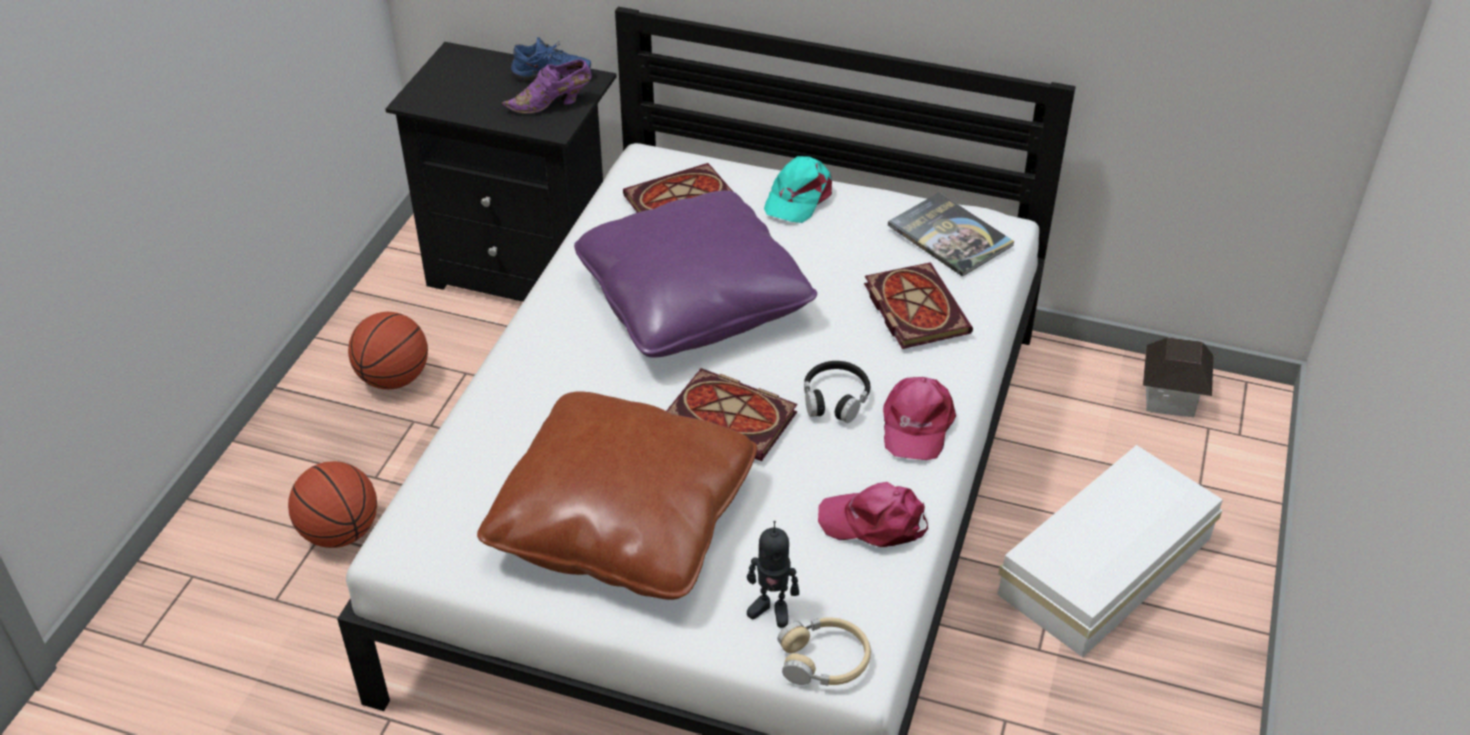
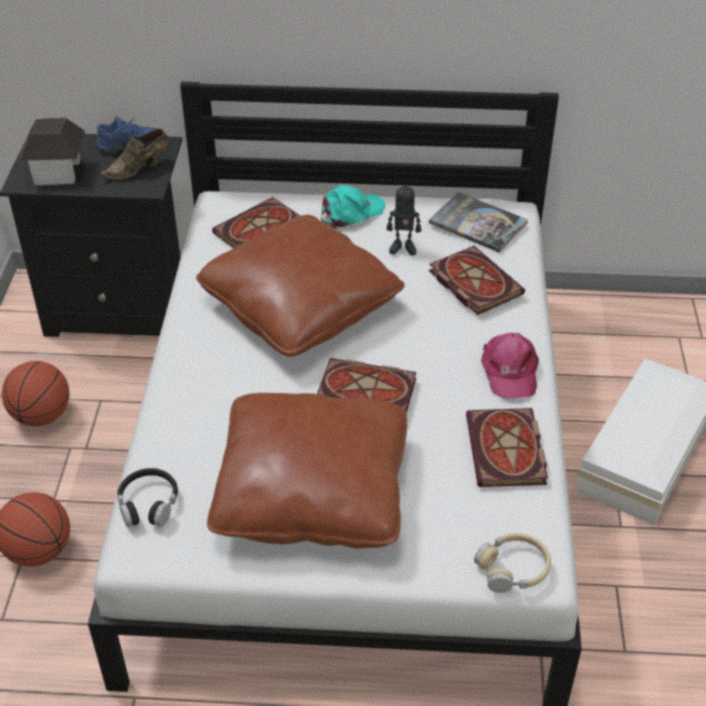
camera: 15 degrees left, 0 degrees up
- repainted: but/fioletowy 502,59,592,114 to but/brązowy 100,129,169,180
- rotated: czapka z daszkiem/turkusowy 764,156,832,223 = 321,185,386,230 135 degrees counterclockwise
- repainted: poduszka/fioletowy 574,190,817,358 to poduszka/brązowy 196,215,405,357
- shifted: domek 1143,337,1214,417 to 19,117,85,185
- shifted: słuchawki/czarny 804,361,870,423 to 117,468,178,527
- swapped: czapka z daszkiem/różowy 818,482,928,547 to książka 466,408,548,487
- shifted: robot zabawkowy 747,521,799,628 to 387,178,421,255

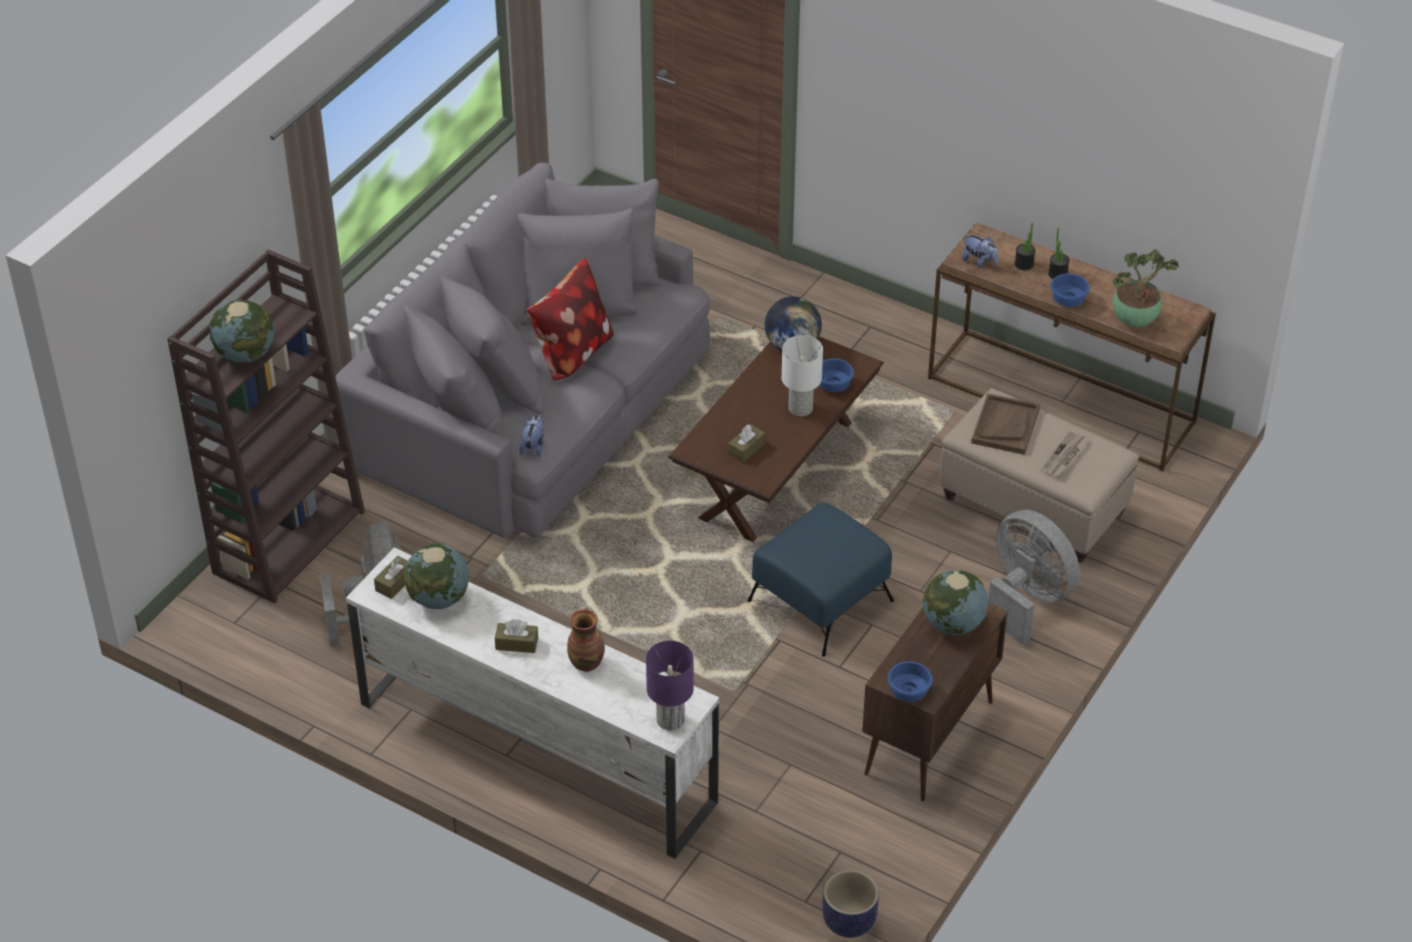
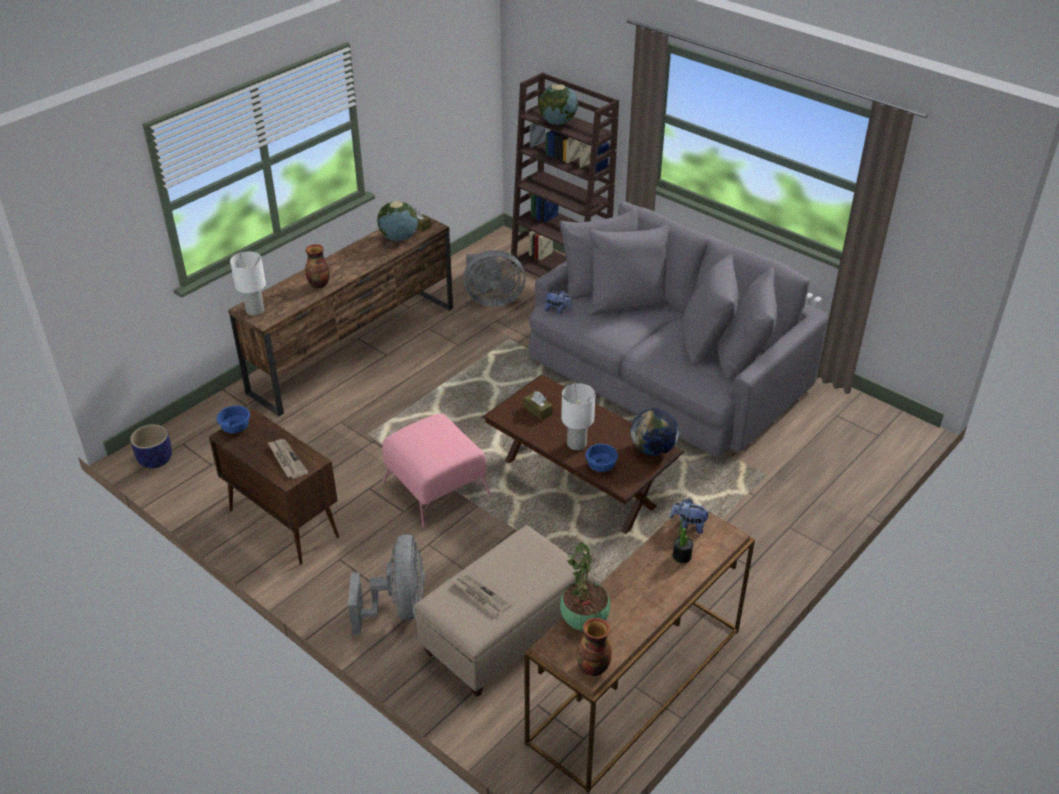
camera: 100 degrees right, 5 degrees down
- gone: roślina doniczkowa 1048,228,1069,279
- rotated: pluszak 962,234,998,268 = 670,499,711,534 60 degrees clockwise
- gone: poduszka 526,258,614,380
- gone: miska/niebieski 1050,273,1090,307
- gone: taca/brązowy 971,393,1040,455
- repainted: pufa/niebieski 747,503,894,657 to pufa/różowy 382,414,490,528
- rotated: wentylator/szary 988,510,1080,644 = 348,534,425,635 60 degrees counterclockwise
- repainted: szafka pod telewizor/biały 346,547,719,859 to szafka pod telewizor/brązowy 228,215,453,416
- swapped: globus 923,570,988,635 to gazeta 268,439,308,479
- gone: pudełko chusteczek/brązowy 495,619,538,653
- repainted: lampa stołowa/fioletowy 646,641,694,730 to lampa stołowa/biały 230,251,266,316
- new: wazon 576,618,612,676

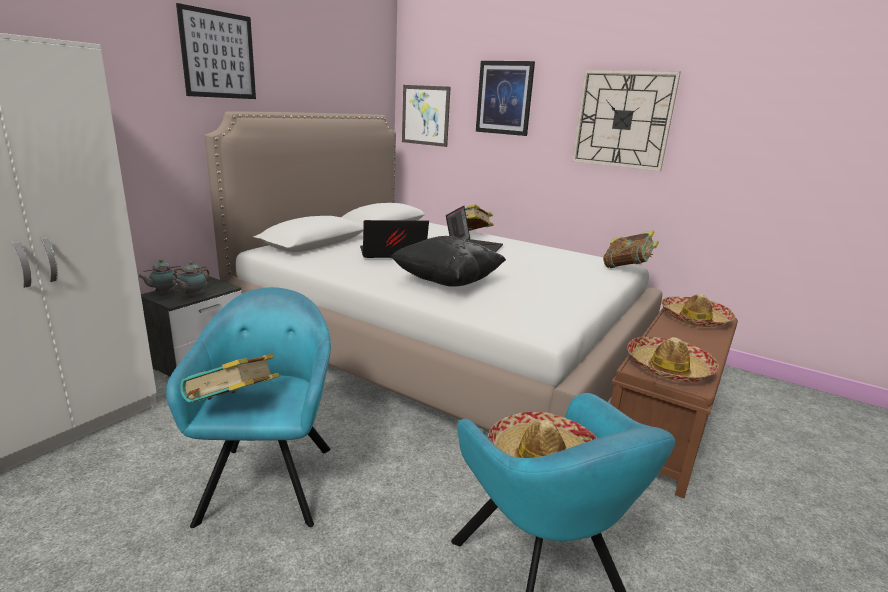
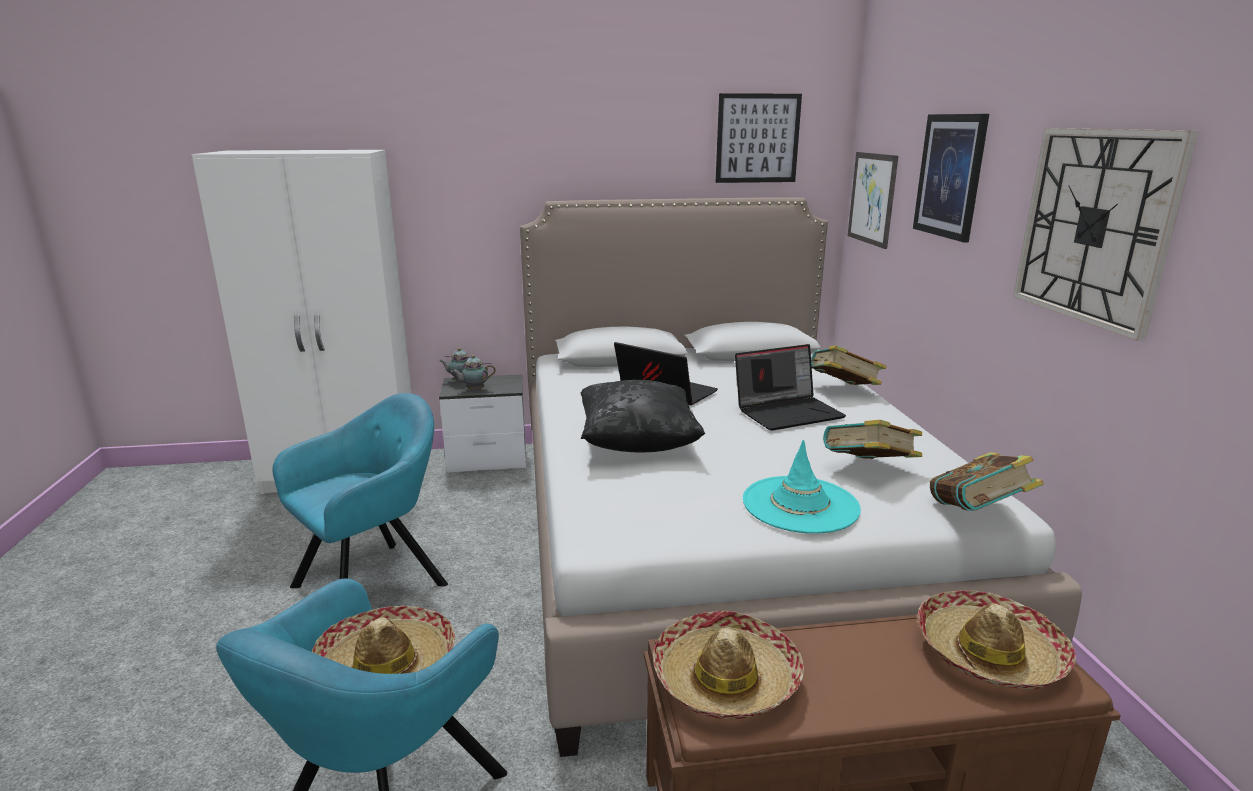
camera: 50 degrees right, 0 degrees up
- shifted: obraz 176,3,256,99 to 715,93,802,183
- shifted: książka 180,354,279,403 to 823,420,922,459
- new: kapelusz/turkusowy 743,440,861,534

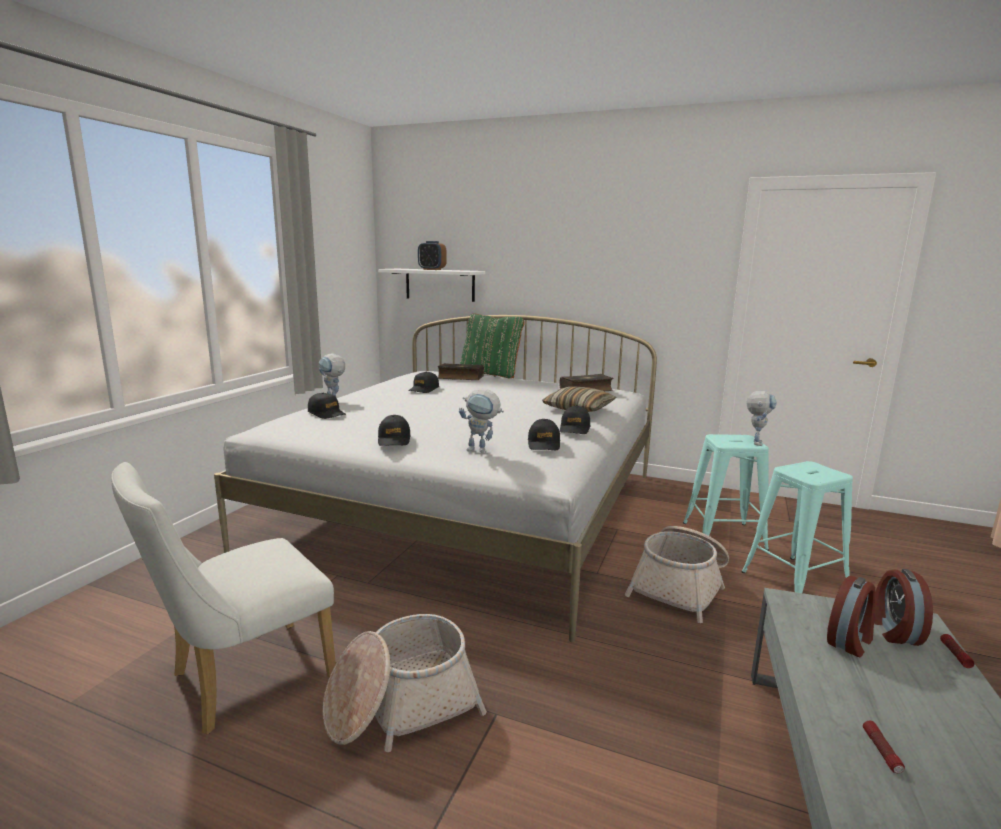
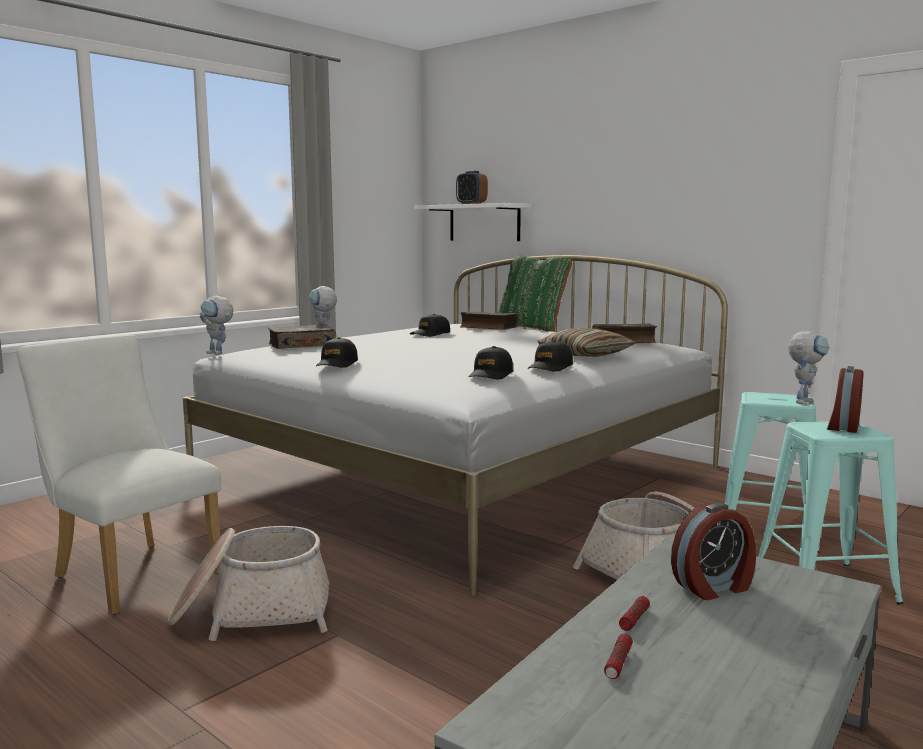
camera: 20 degrees right, 5 degrees down
- shifted: robot zabawkowy 459,389,504,453 to 200,296,233,355
- swapped: czapka z daszkiem/czarny 308,393,346,419 to książka 268,324,336,349
- rotated: krzesło/biały 111,462,336,735 = 17,335,221,615 60 degrees clockwise
- shifted: budzik 874,569,933,646 to 827,366,863,433
- shifted: latarka 940,634,975,668 to 619,596,650,631

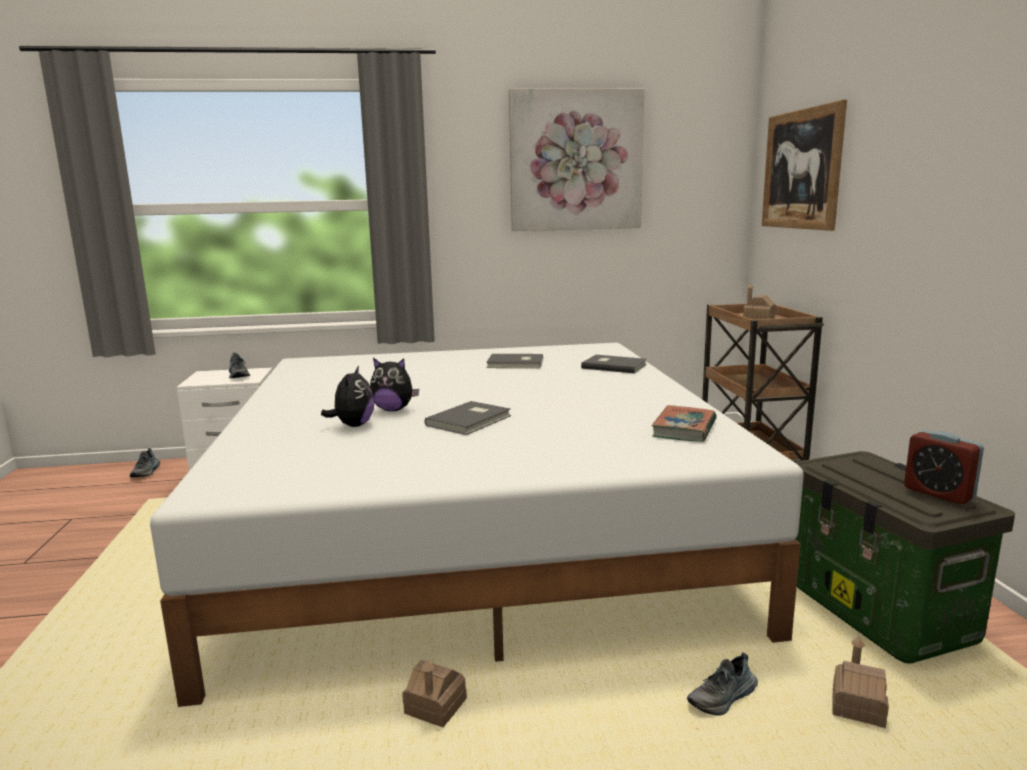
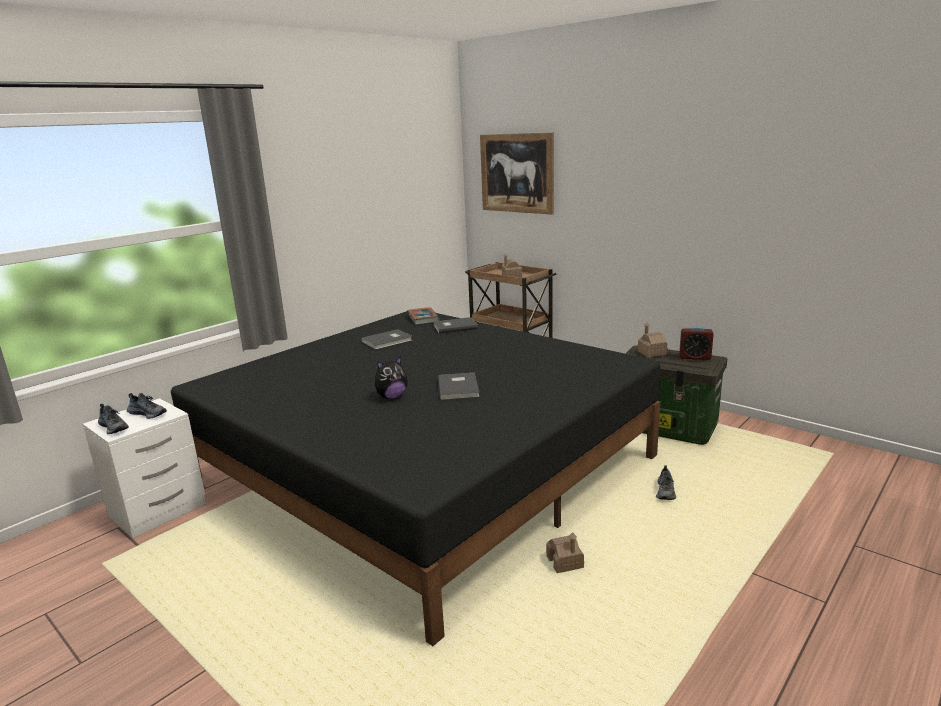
camera: 40 degrees left, 5 degrees up
- gone: obraz 509,88,644,231
- repainted: łóżko/biały 150,343,804,707 to łóżko/czarny 171,311,661,646
- gone: pluszak 321,366,375,427
- shifted: książka 652,405,717,442 to 407,307,440,325
- shifted: but 129,448,160,477 to 98,404,129,434
- shifted: domek 832,637,889,728 to 637,322,667,358

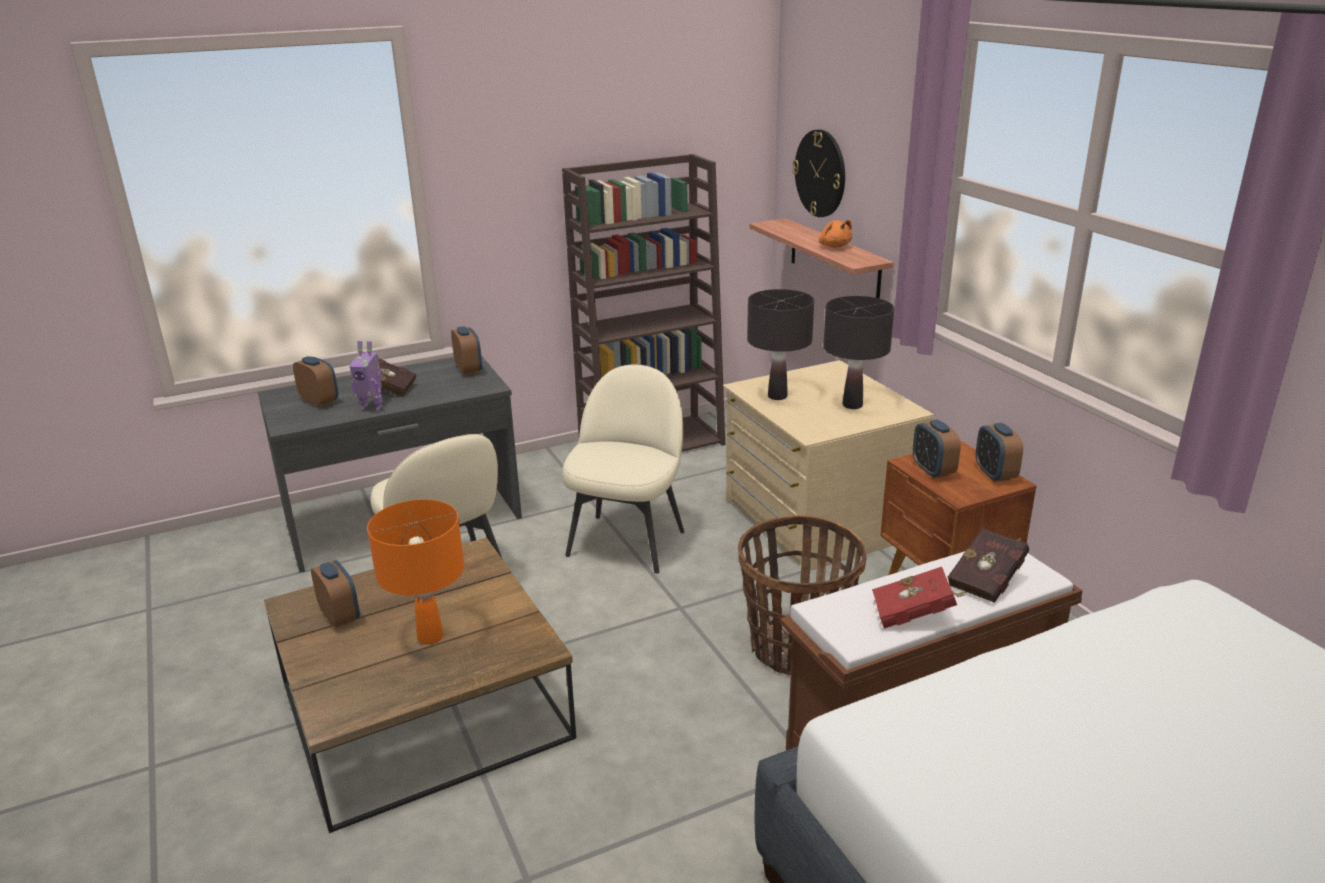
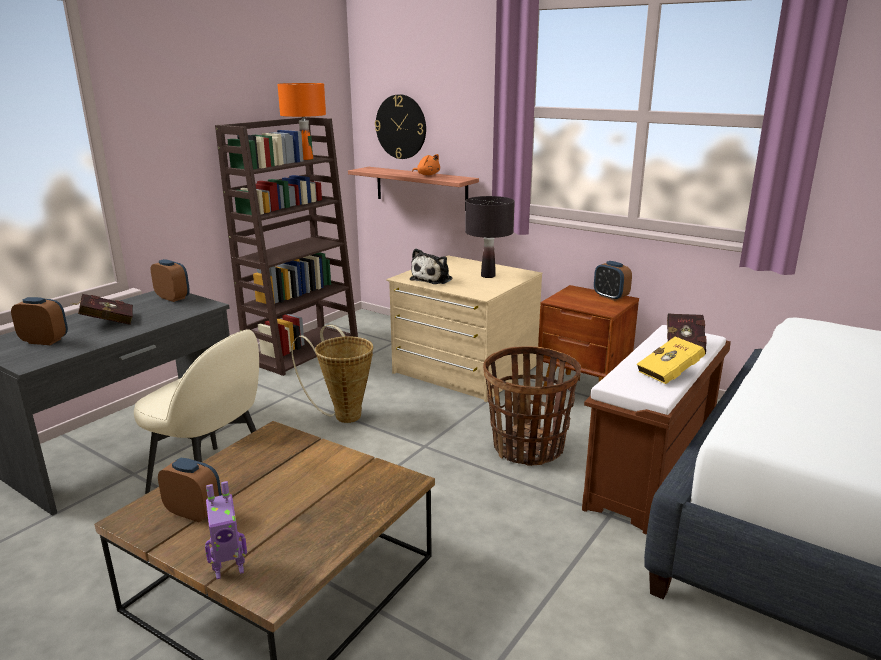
camera: 30 degrees left, 5 degrees down
- swapped: lampa stołowa/czarny 747,289,814,400 to pluszak 410,248,453,284
- shifted: robot zabawkowy 350,341,383,411 to 205,481,247,579
- swapped: krzesło/beżowy 562,364,685,574 to koszyk 291,325,373,423
- gone: budzik 913,419,961,478
- shifted: lampa stołowa/pomarańczowy 367,499,464,645 to 277,83,326,160
- repainted: książka/czerwony 872,567,967,628 to książka/żółty 637,336,705,384

